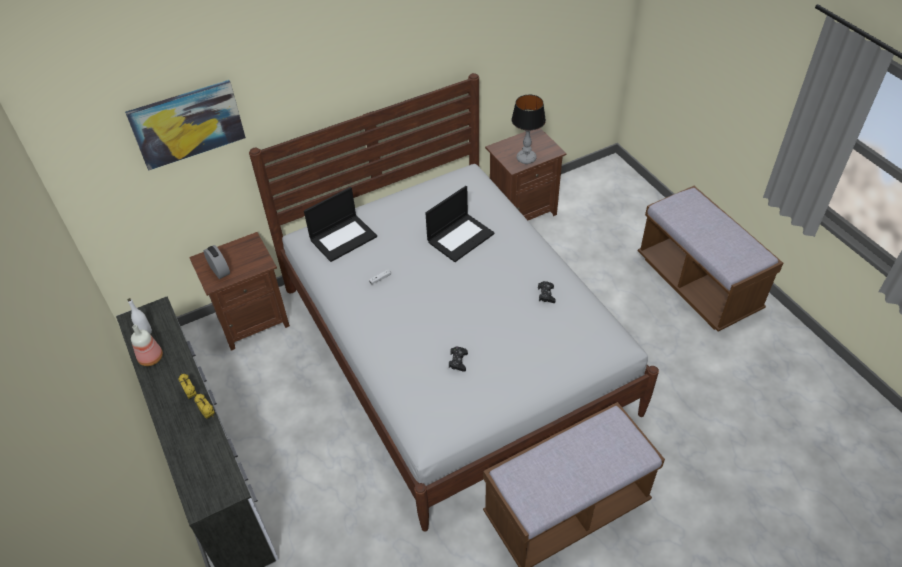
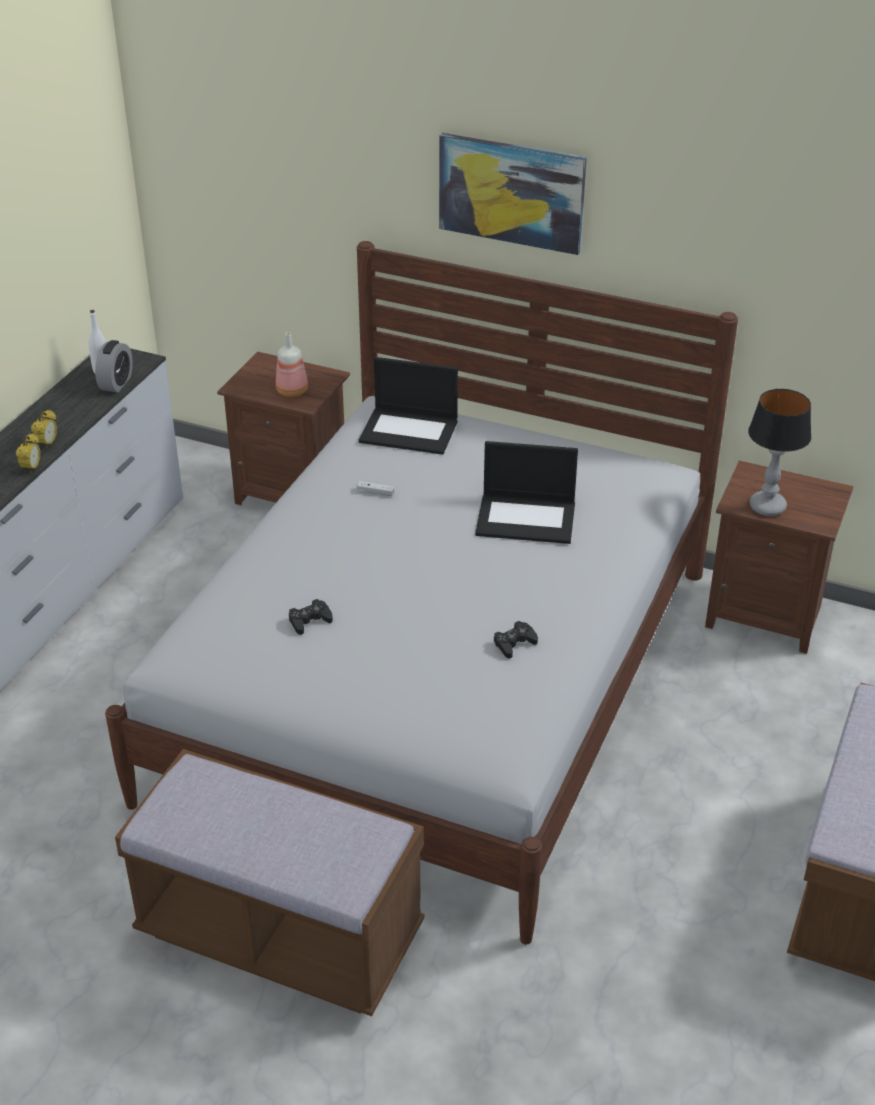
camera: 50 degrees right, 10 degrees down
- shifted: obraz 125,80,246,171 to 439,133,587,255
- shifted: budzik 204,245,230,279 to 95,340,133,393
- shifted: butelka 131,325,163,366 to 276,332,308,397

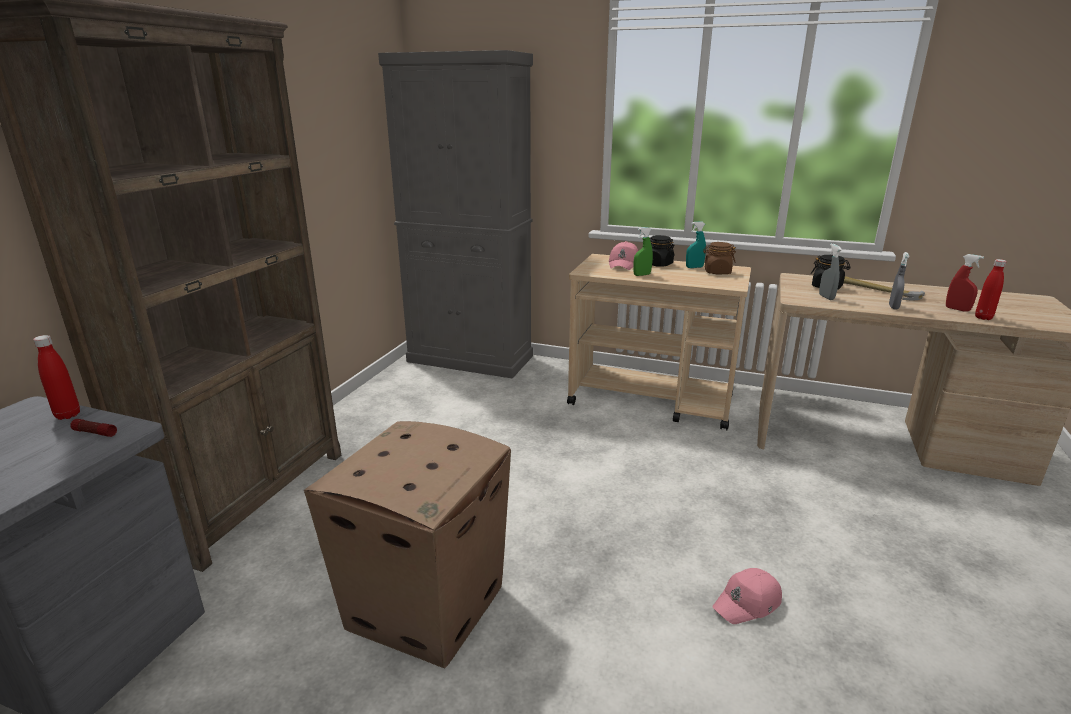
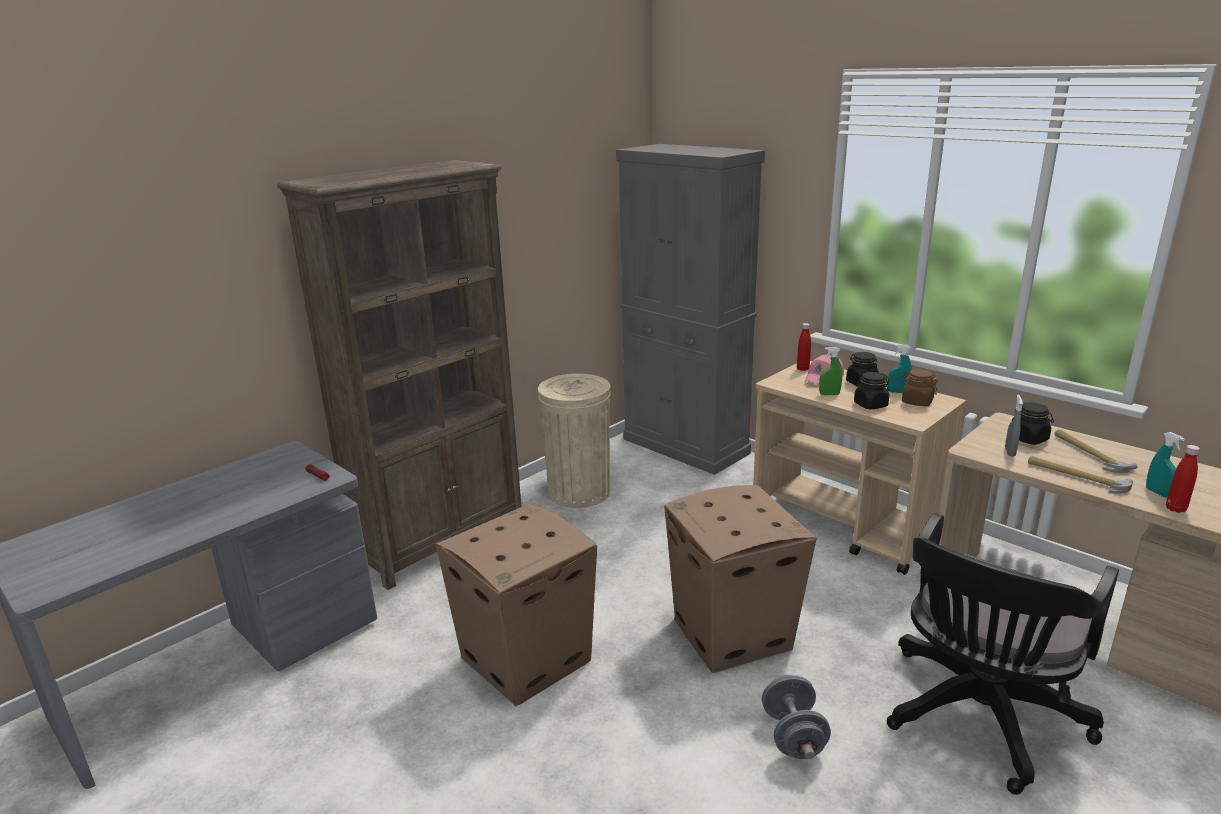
camera: 25 degrees right, 0 degrees up
- swapped: spryskiwacz/szary 889,252,909,310 to młotek 1028,456,1133,494
- repainted: spryskiwacz/czerwony 946,254,984,312 to spryskiwacz/turkusowy 1146,432,1185,498
- shifted: butelka/czerwony 33,335,80,420 to 797,323,811,371
- swapped: czapka z daszkiem/różowy 713,568,782,624 to hantel/szary 762,675,831,759
- new: słoik/czarny 854,372,889,409
- new: kosz na śmieci/beżowy 538,374,611,508
- new: karton 664,485,817,673
- new: krzesło biurowe/czarny 887,513,1119,795

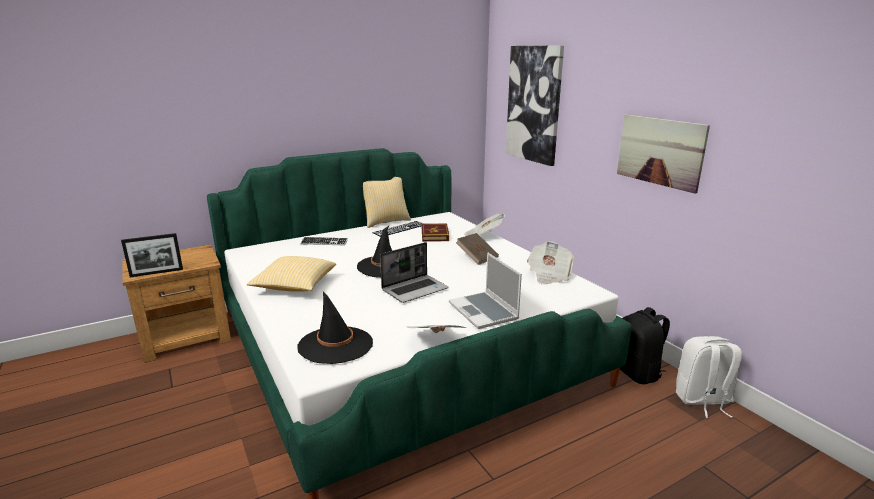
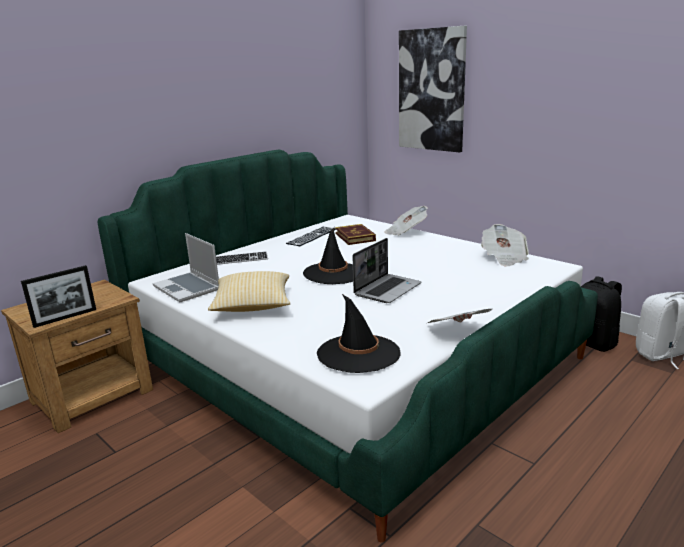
camera: 15 degrees left, 0 degrees up
- gone: obraz 617,114,710,194
- gone: poduszka 363,177,411,228
- gone: książka/brązowy 456,233,499,265
- shifted: laptop 449,252,522,329 to 153,233,219,302

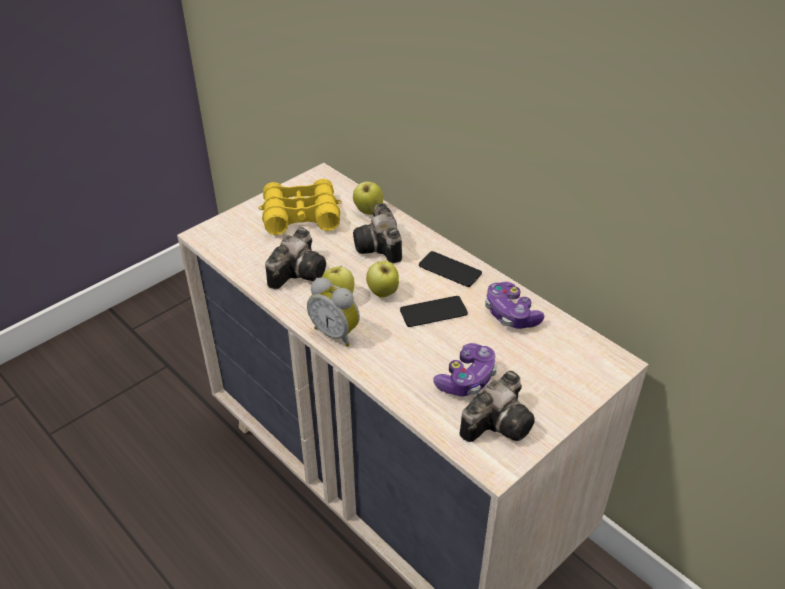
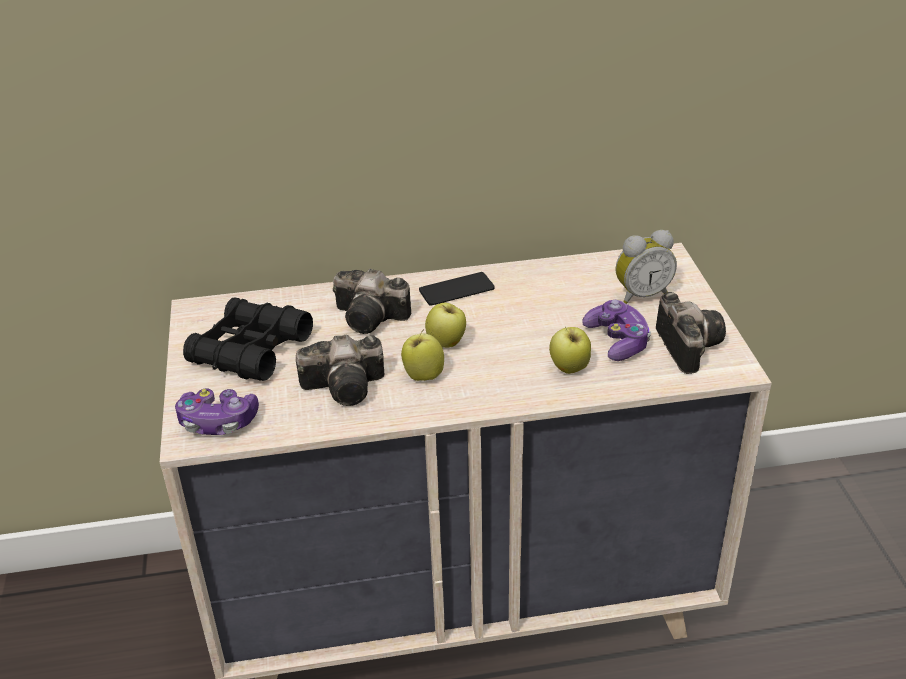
camera: 55 degrees left, 5 degrees down
- repainted: lornetka/żółty 259,179,341,235 to lornetka/czarny 183,298,313,381
- shifted: jabłko 353,182,383,215 to 549,327,591,374
- rotated: aparat fotograficzny 265,228,326,289 = 296,335,384,406 105 degrees clockwise
- shifted: budzik 307,278,360,347 to 616,230,677,304
- shifted: pad do gier 485,282,544,329 to 175,388,259,435
- gone: telefon 400,296,468,327

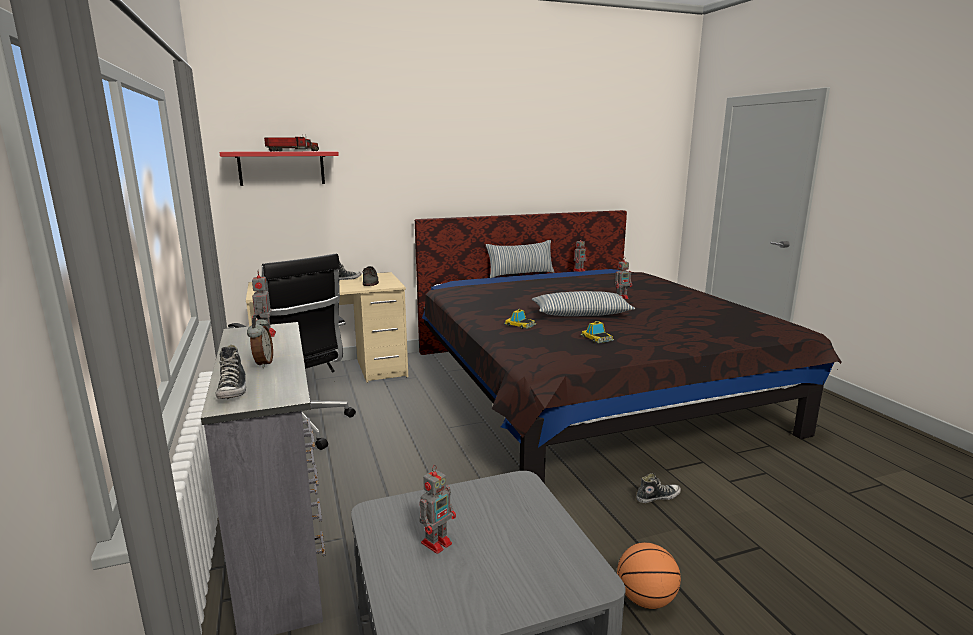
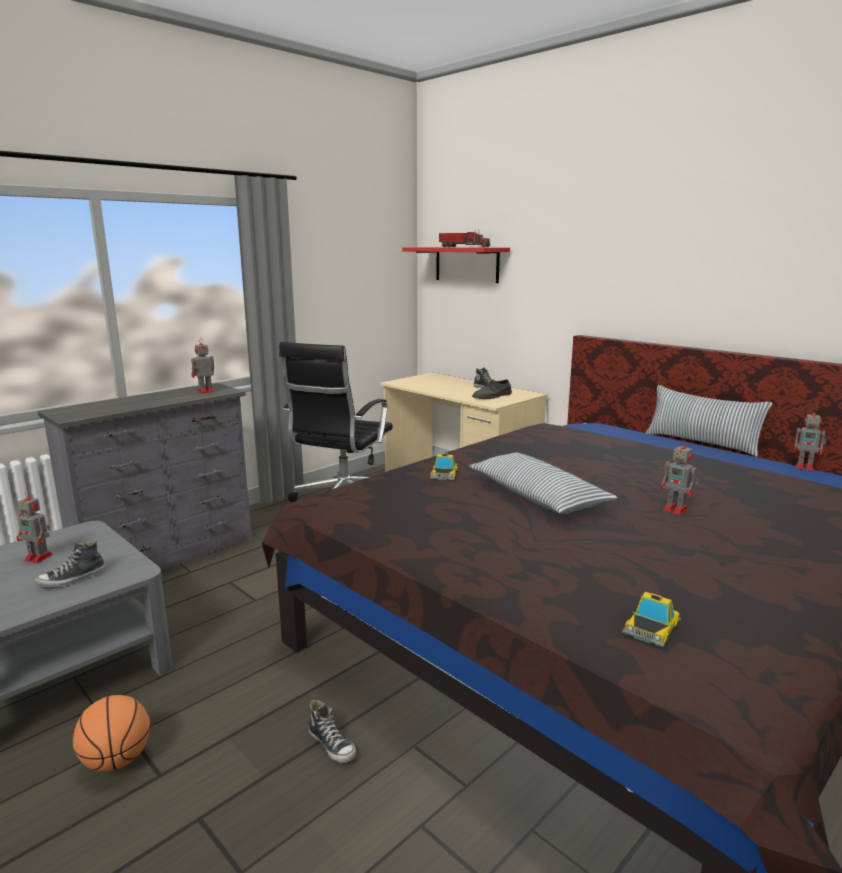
camera: 65 degrees right, 0 degrees up
- gone: budzik 247,314,273,368
- shifted: samochodzik 580,321,614,343 to 622,592,681,647
- shifted: but 215,345,246,399 to 34,540,105,587

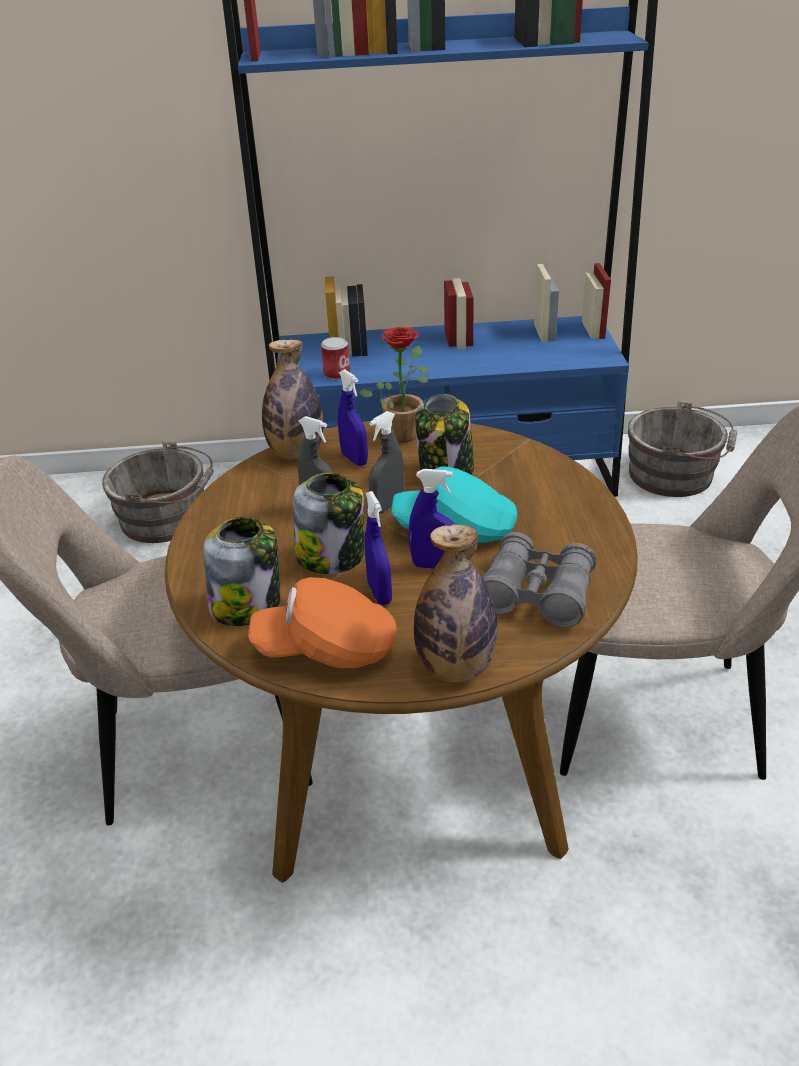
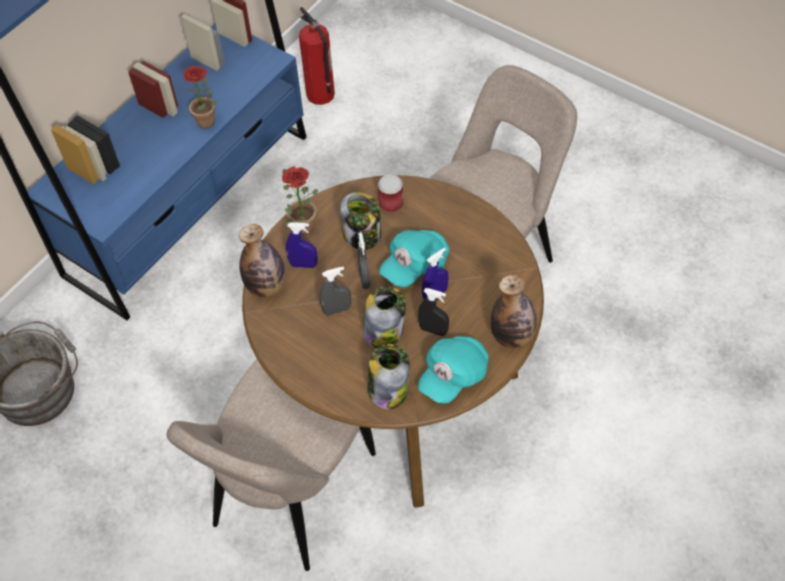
camera: 50 degrees left, 20 degrees up
- shifted: puszka 321,337,350,380 to 378,174,404,213
- swapped: wiadro/szary 628,400,737,497 to gaśnica 299,7,335,105
- repainted: spryskiwacz/niebieski 364,491,392,605 to spryskiwacz/czarny 418,288,449,336
- gone: lornetka/szary 483,532,597,627
- repainted: czapka z daszkiem/pomarańczowy 248,577,396,669 to czapka z daszkiem/turkusowy 418,336,488,404
- new: roślina doniczkowa 180,66,217,129

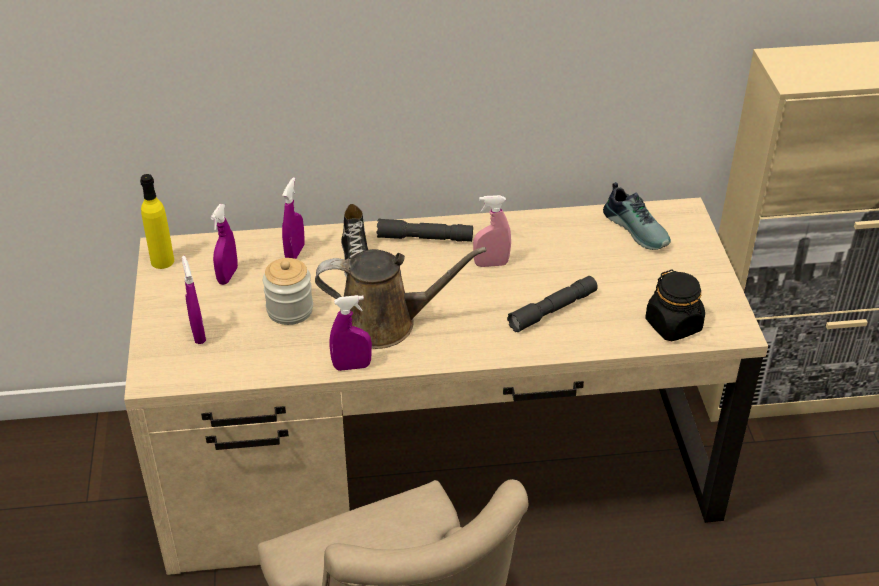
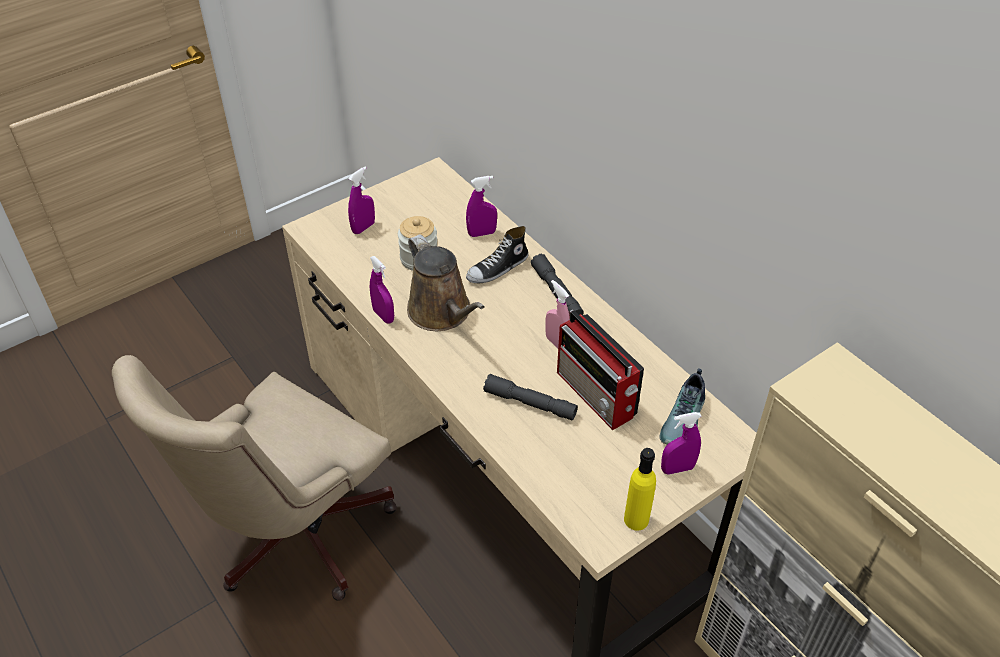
camera: 60 degrees right, 5 degrees up
- shifted: butelka/żółty 140,174,174,269 to 624,448,656,531
- shifted: spryskiwacz/fioletowy 211,204,238,285 to 661,412,702,475
- gone: słoik/czarny 645,269,705,341
- new: radio 557,310,644,430

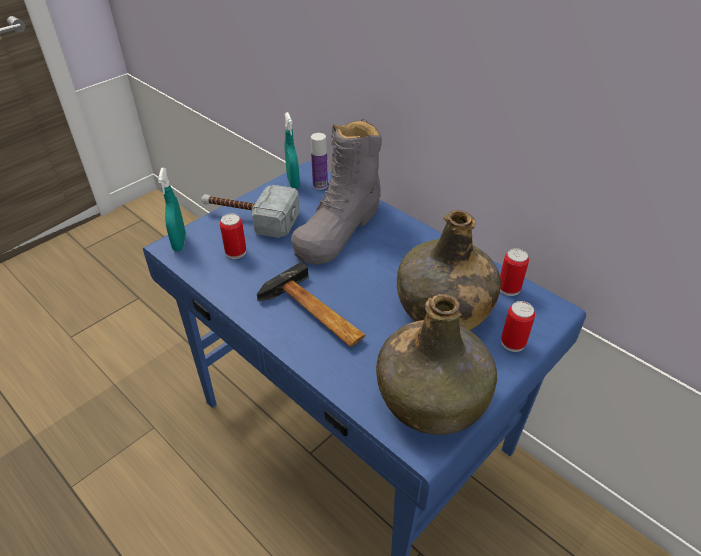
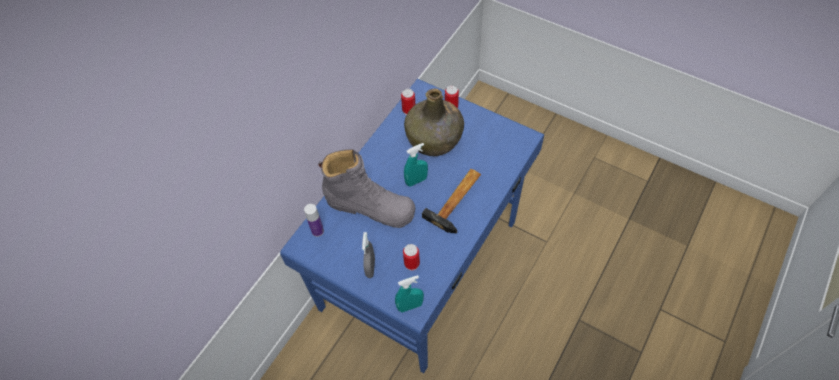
camera: 100 degrees left, 15 degrees up
- shifted: spryskiwacz/turkusowy 284,112,300,189 to 404,143,428,186
- swapped: młotek 201,185,300,238 to spryskiwacz/szary 362,232,375,278
- gone: butelka/zielony 376,294,497,435

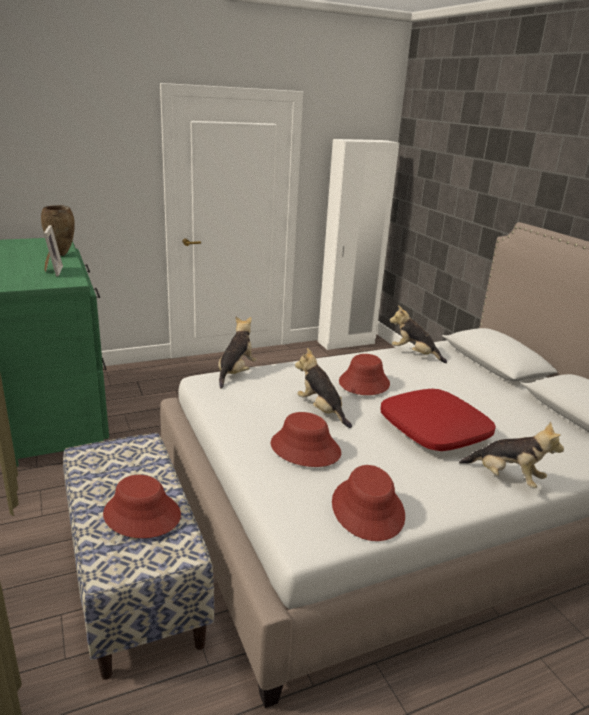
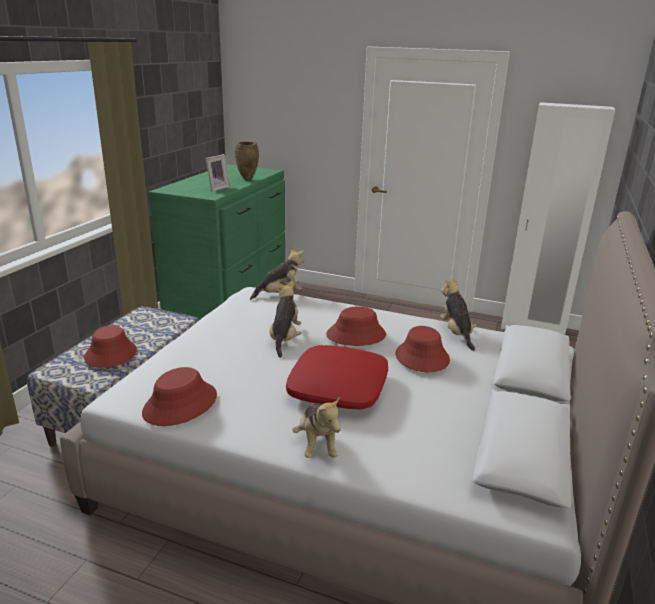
camera: 45 degrees right, 0 degrees up
- shifted: kapelusz/czerwony 271,412,341,467 to 396,326,450,372

